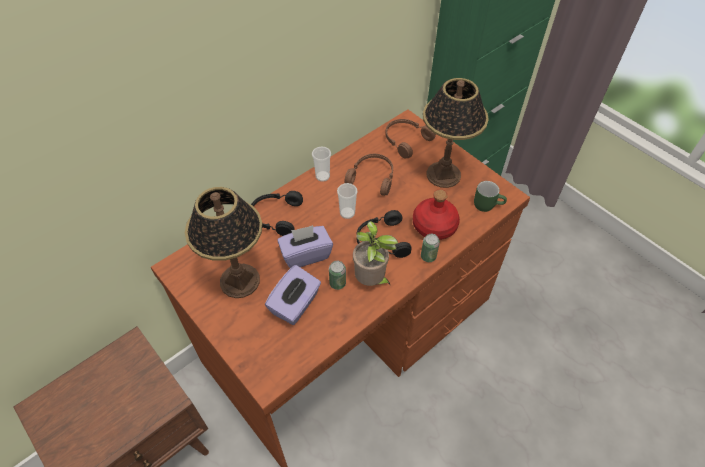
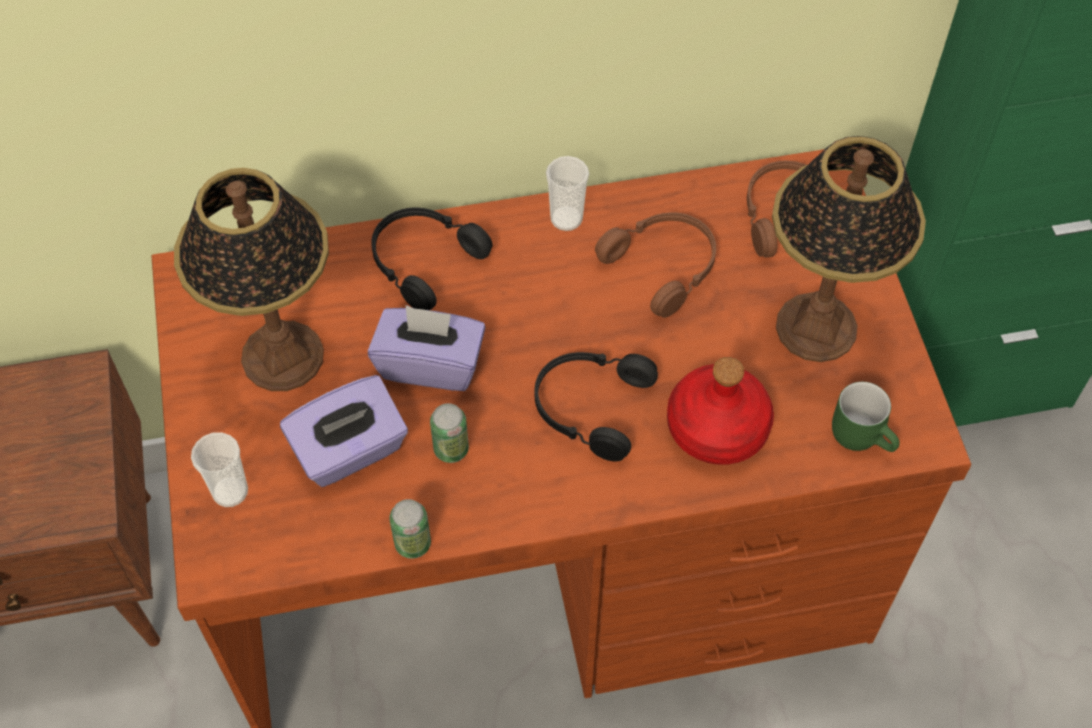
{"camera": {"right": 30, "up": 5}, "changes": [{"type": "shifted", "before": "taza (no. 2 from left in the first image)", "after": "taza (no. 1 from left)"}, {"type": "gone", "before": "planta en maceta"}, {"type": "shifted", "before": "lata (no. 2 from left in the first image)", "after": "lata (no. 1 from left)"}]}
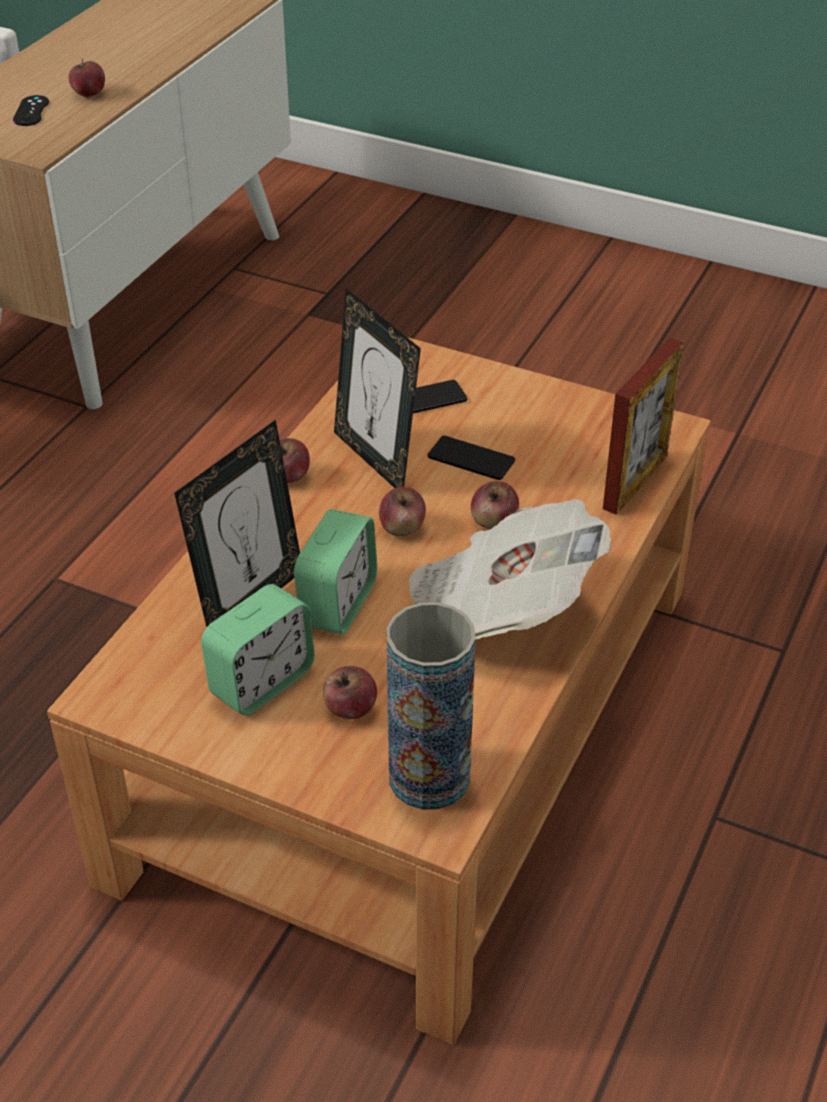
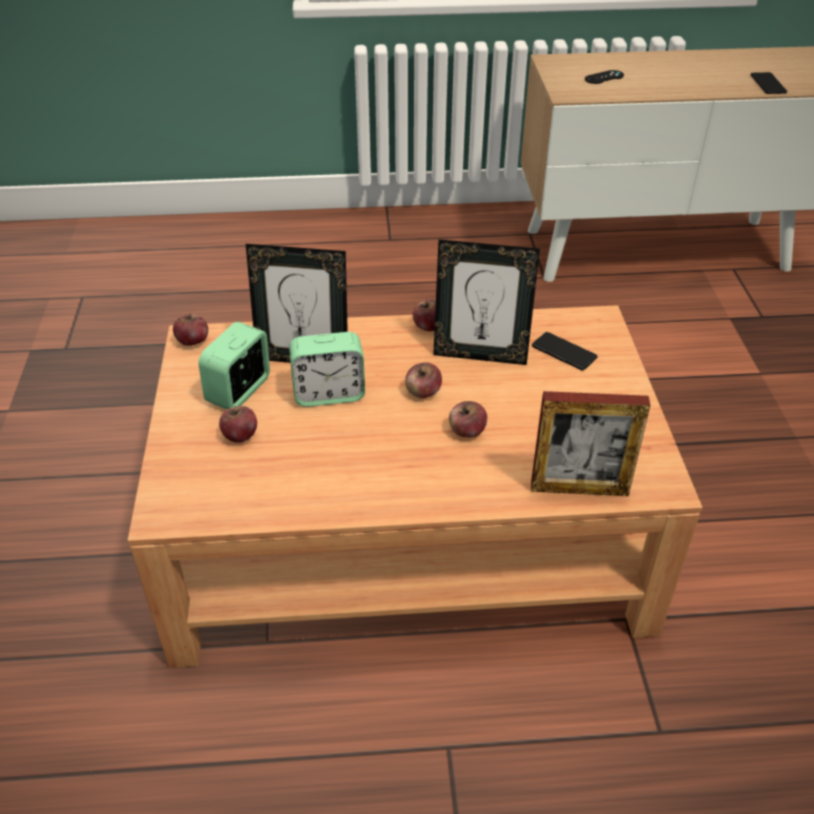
{"camera": {"right": 60, "up": 0}, "changes": [{"type": "shifted", "before": "manzana (no. 1 from left)"}, {"type": "rotated", "before": "despertador (no. 1 from left)", "turn": 105}, {"type": "rotated", "before": "portarretratos (no. 2 from left)", "turn": -105}, {"type": "gone", "before": "florero"}, {"type": "gone", "before": "periódico"}, {"type": "shifted", "before": "móvil (no. 2 from left)"}]}
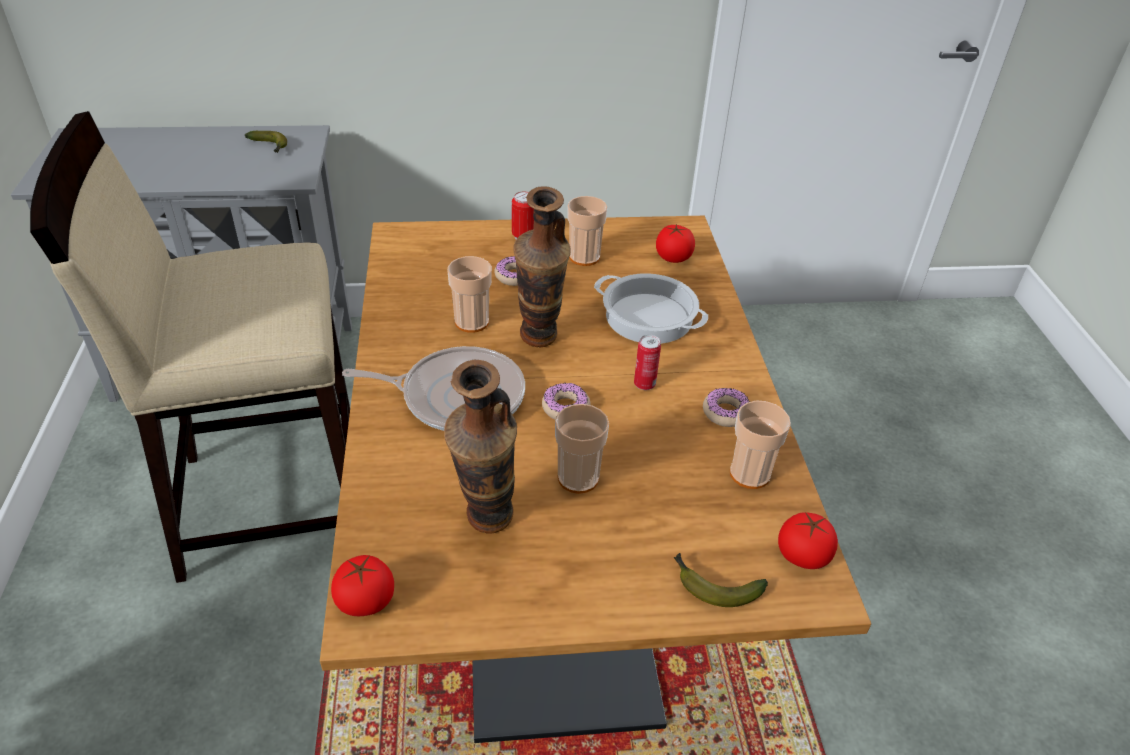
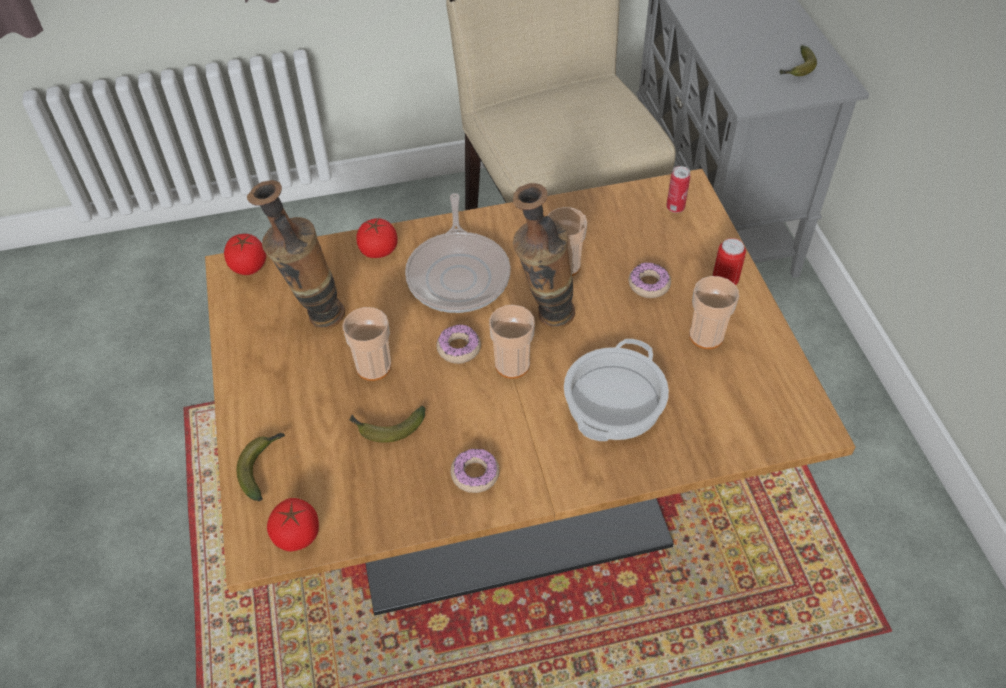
{"camera": {"right": 85, "up": 10}, "changes": [{"type": "shifted", "before": "lata (no. 2 from left in the first image)", "after": "lata (no. 1 from left)"}, {"type": "shifted", "before": "tomate (no. 2 from left in the first image)", "after": "tomate (no. 3 from left)"}, {"type": "shifted", "before": "taza (no. 4 from left in the first image)", "after": "taza (no. 2 from left)"}, {"type": "new", "after": "plátano (no. 2 from left)"}]}
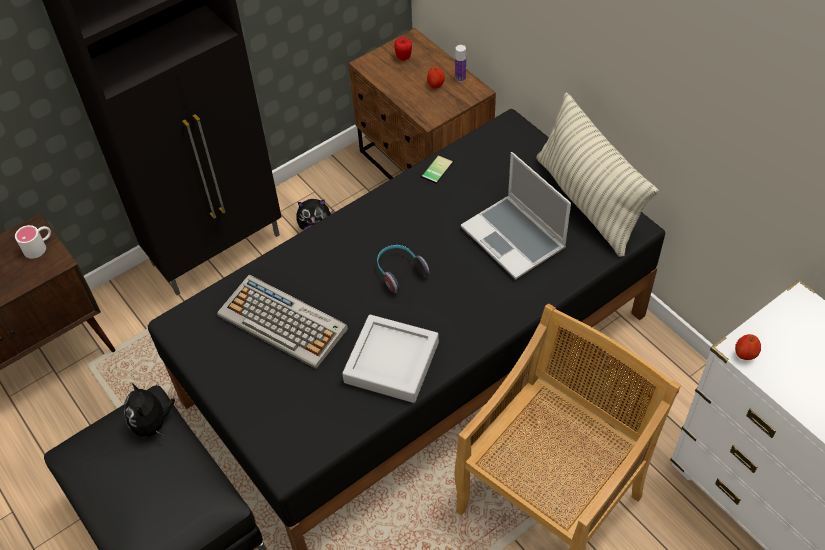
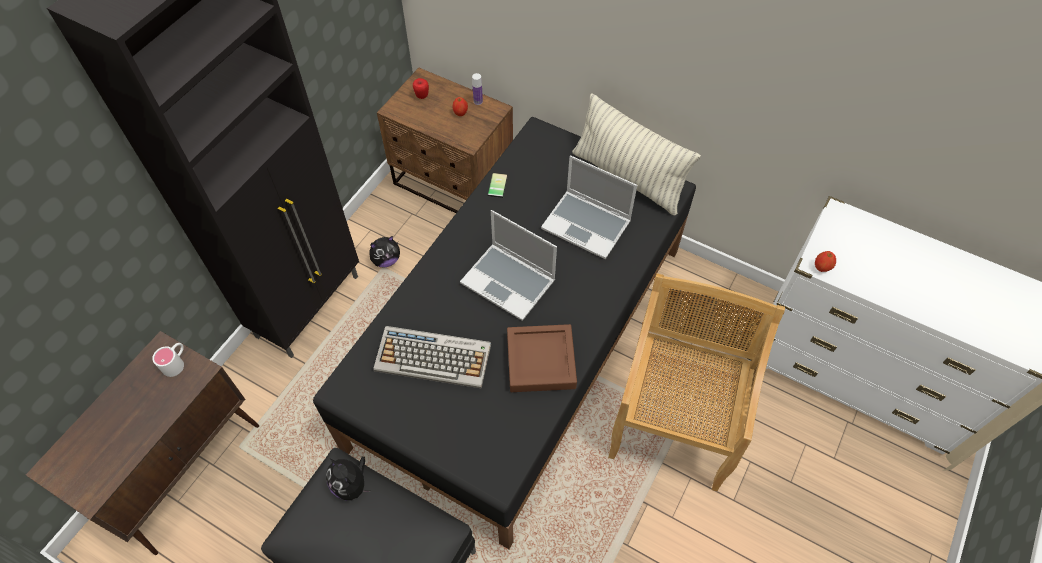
{"camera": {"right": -25, "up": 5}, "changes": [{"type": "repainted", "before": "bandeja/gris", "after": "bandeja/marrón"}, {"type": "swapped", "before": "auriculares", "after": "portátil (no. 1 from left)"}]}
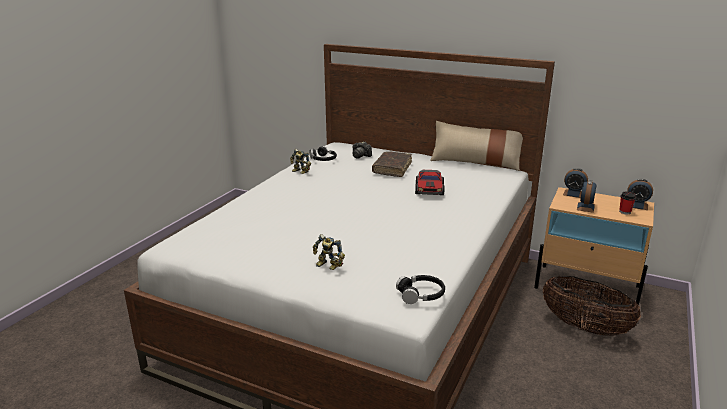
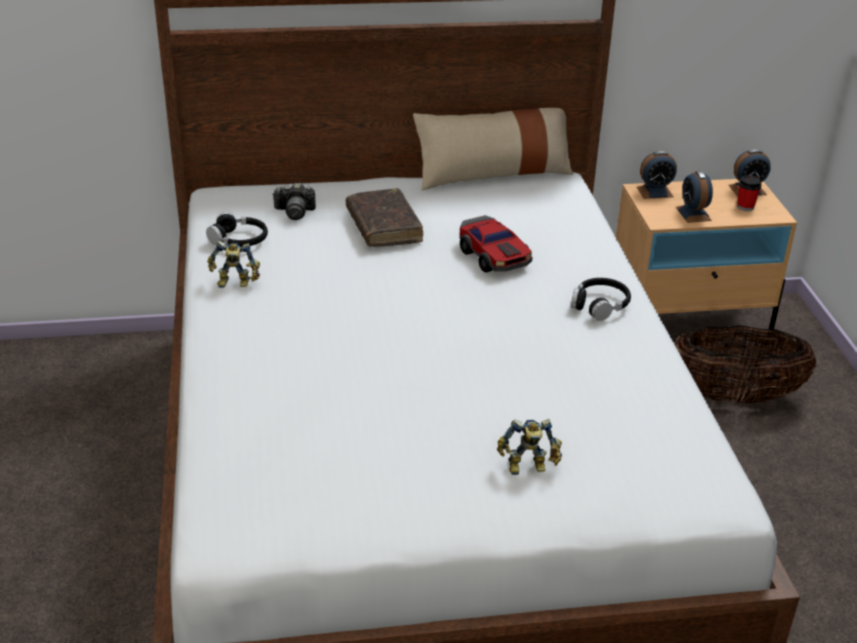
{"camera": {"right": -35, "up": 10}, "changes": [{"type": "shifted", "before": "auriculares/negro (no. 2 from left)"}]}
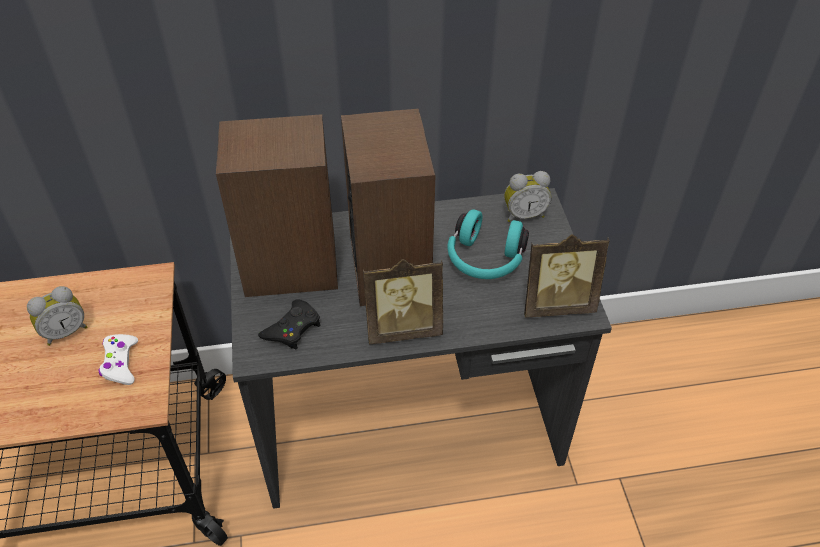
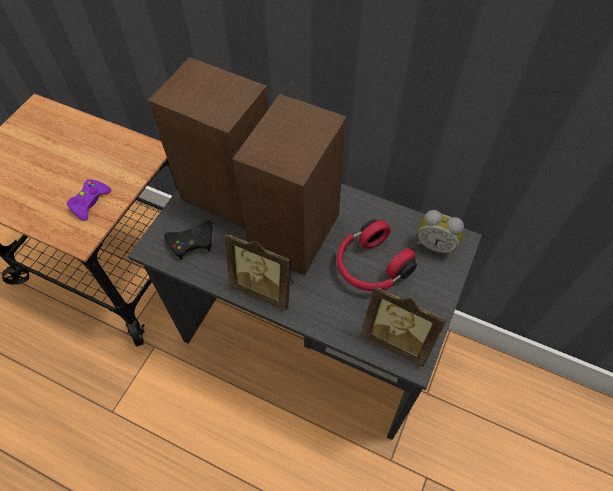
{"camera": {"right": 35, "up": 10}, "changes": [{"type": "gone", "before": "despertador (no. 1 from left)"}, {"type": "repainted", "before": "mando de consola/blanco", "after": "mando de consola/morado"}, {"type": "repainted", "before": "auriculares/turquesa", "after": "auriculares/rojo"}]}
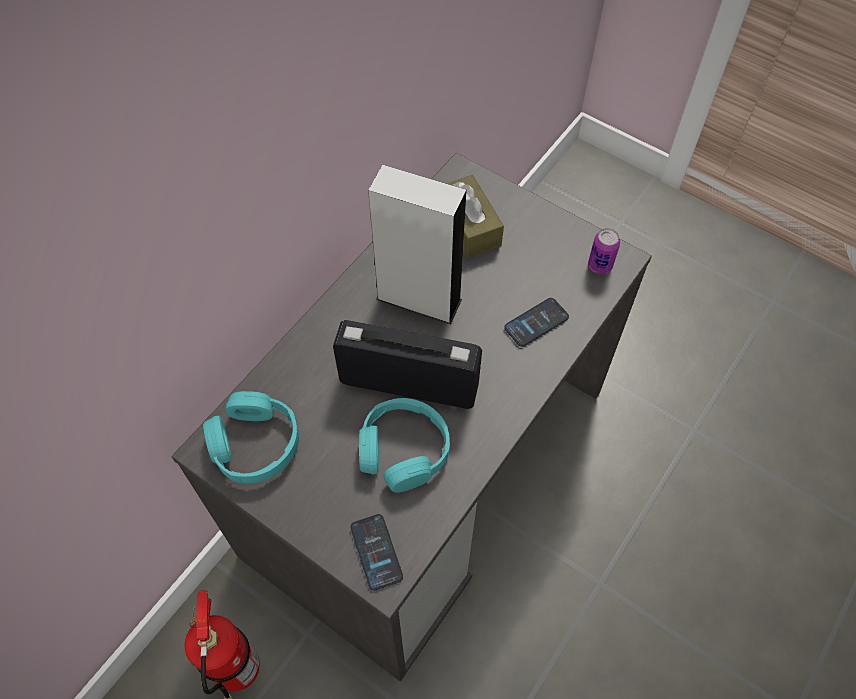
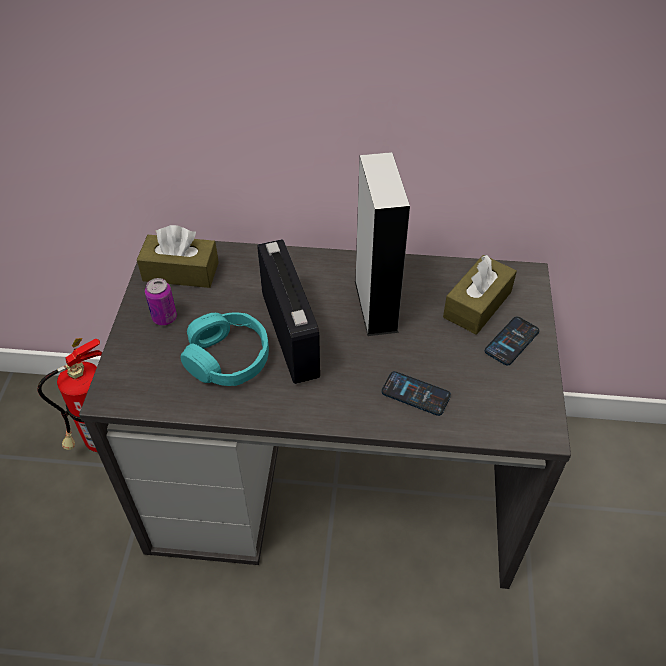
{"camera": {"right": 60, "up": -10}, "changes": [{"type": "swapped", "before": "auriculares/turquesa (no. 1 from left)", "after": "caja de pañuelos/marrón (no. 1 from left)"}, {"type": "shifted", "before": "móvil (no. 1 from left in the first image)", "after": "móvil (no. 2 from left)"}, {"type": "shifted", "before": "lata"}]}
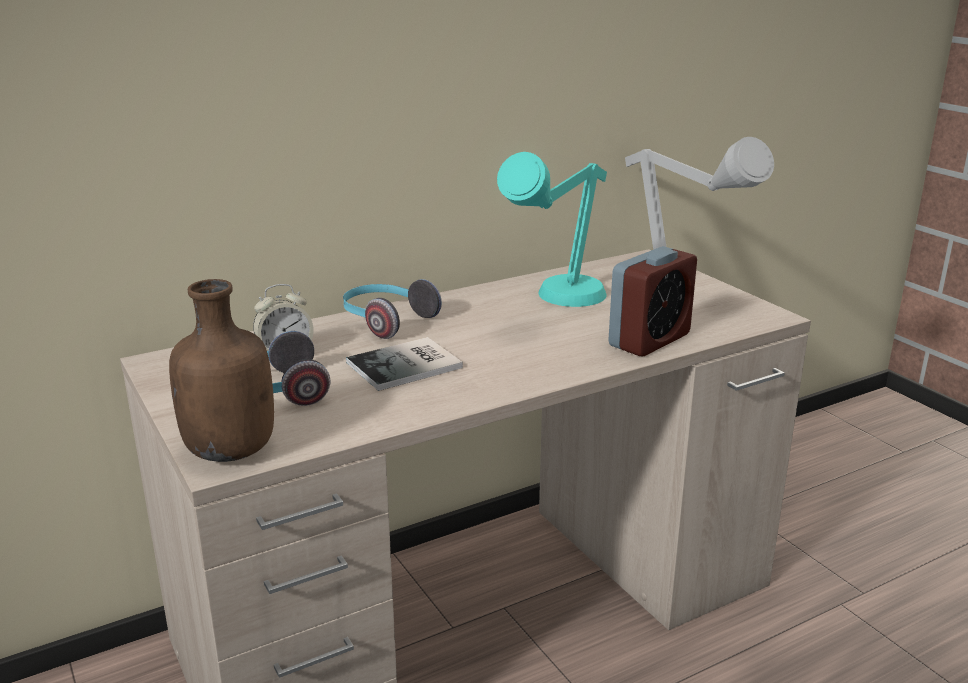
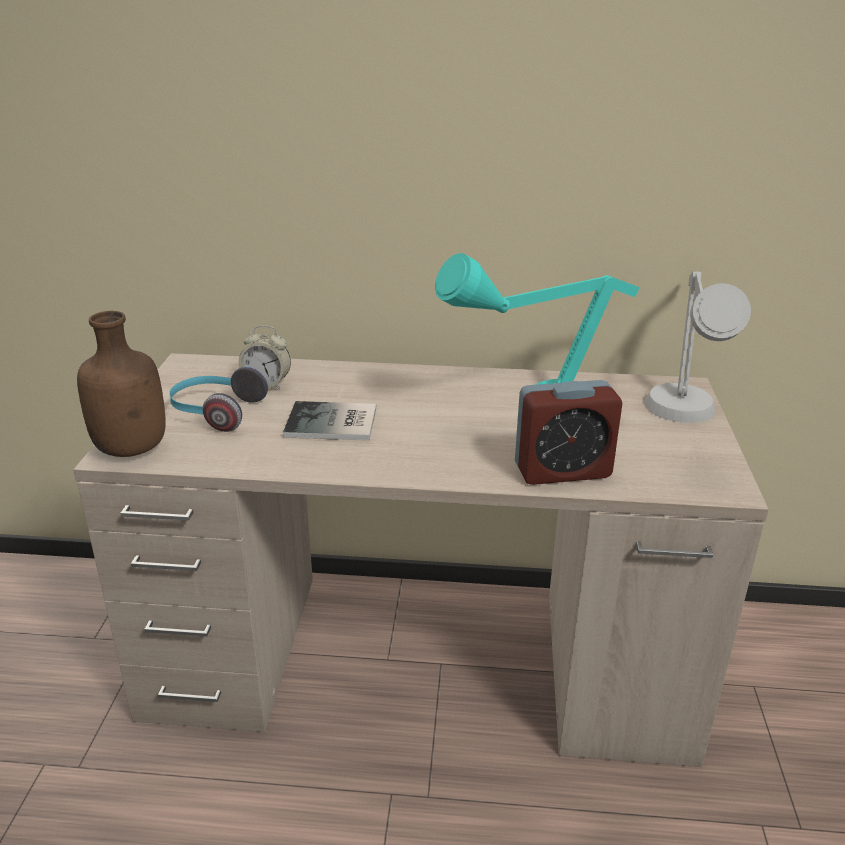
{"camera": {"right": 35, "up": 5}, "changes": [{"type": "gone", "before": "auriculares (no. 2 from left)"}]}
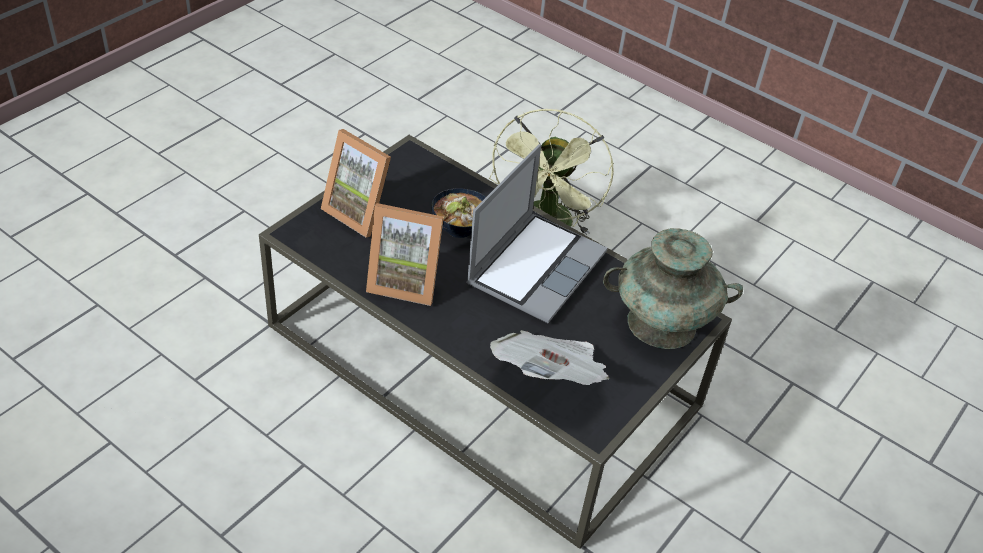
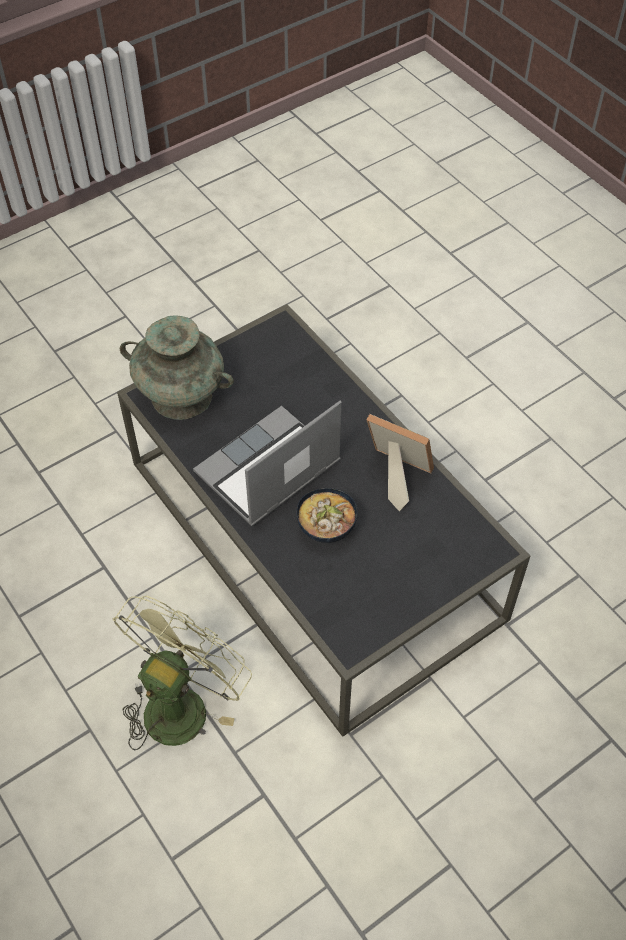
{"camera": {"right": -160, "up": 10}, "changes": [{"type": "gone", "before": "portarretratos (no. 1 from left)"}, {"type": "gone", "before": "periódico"}]}
